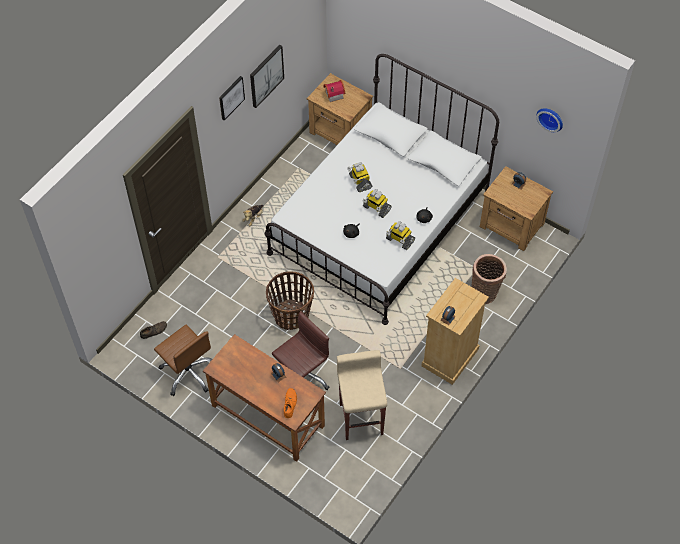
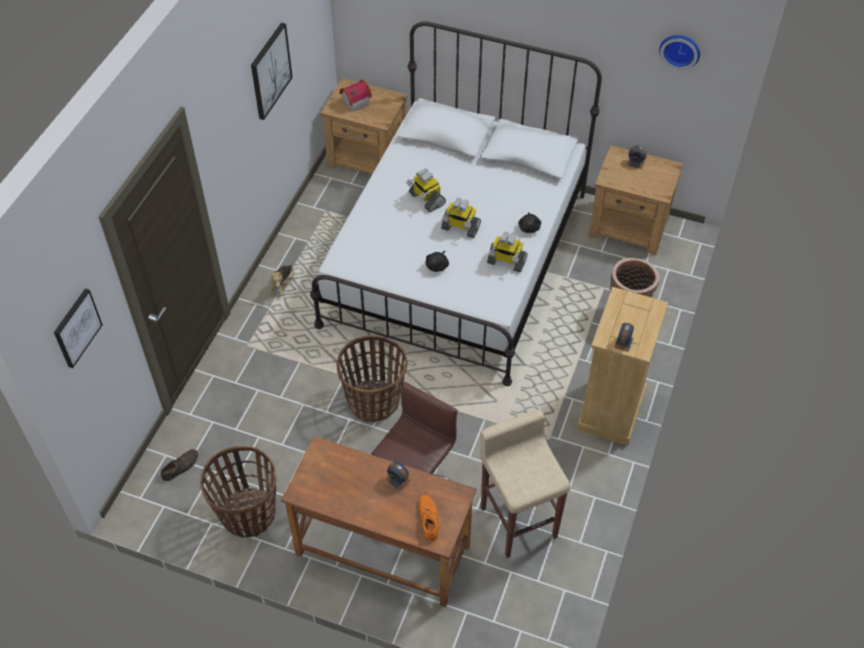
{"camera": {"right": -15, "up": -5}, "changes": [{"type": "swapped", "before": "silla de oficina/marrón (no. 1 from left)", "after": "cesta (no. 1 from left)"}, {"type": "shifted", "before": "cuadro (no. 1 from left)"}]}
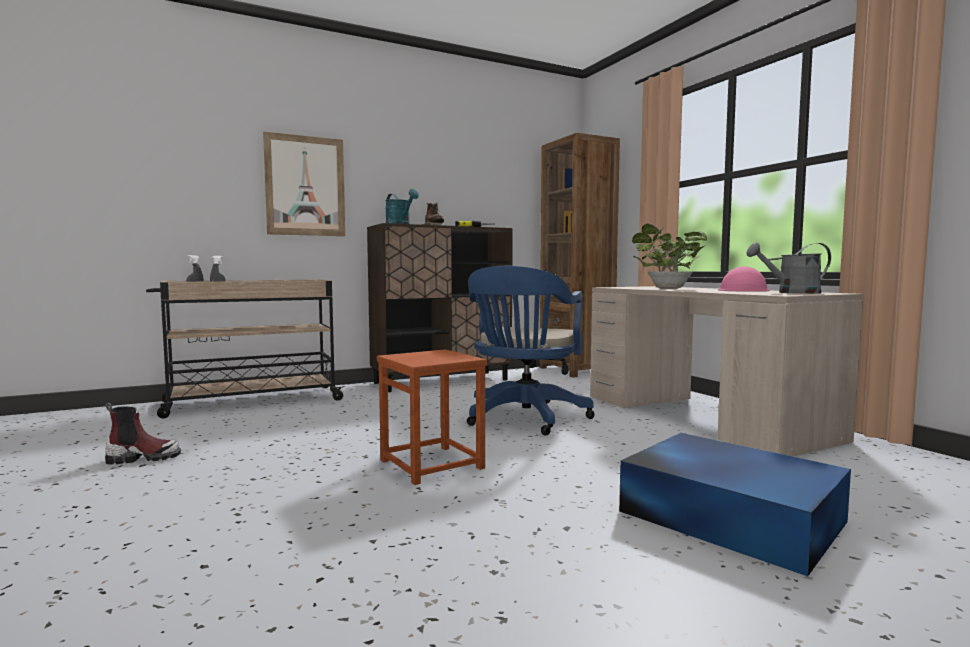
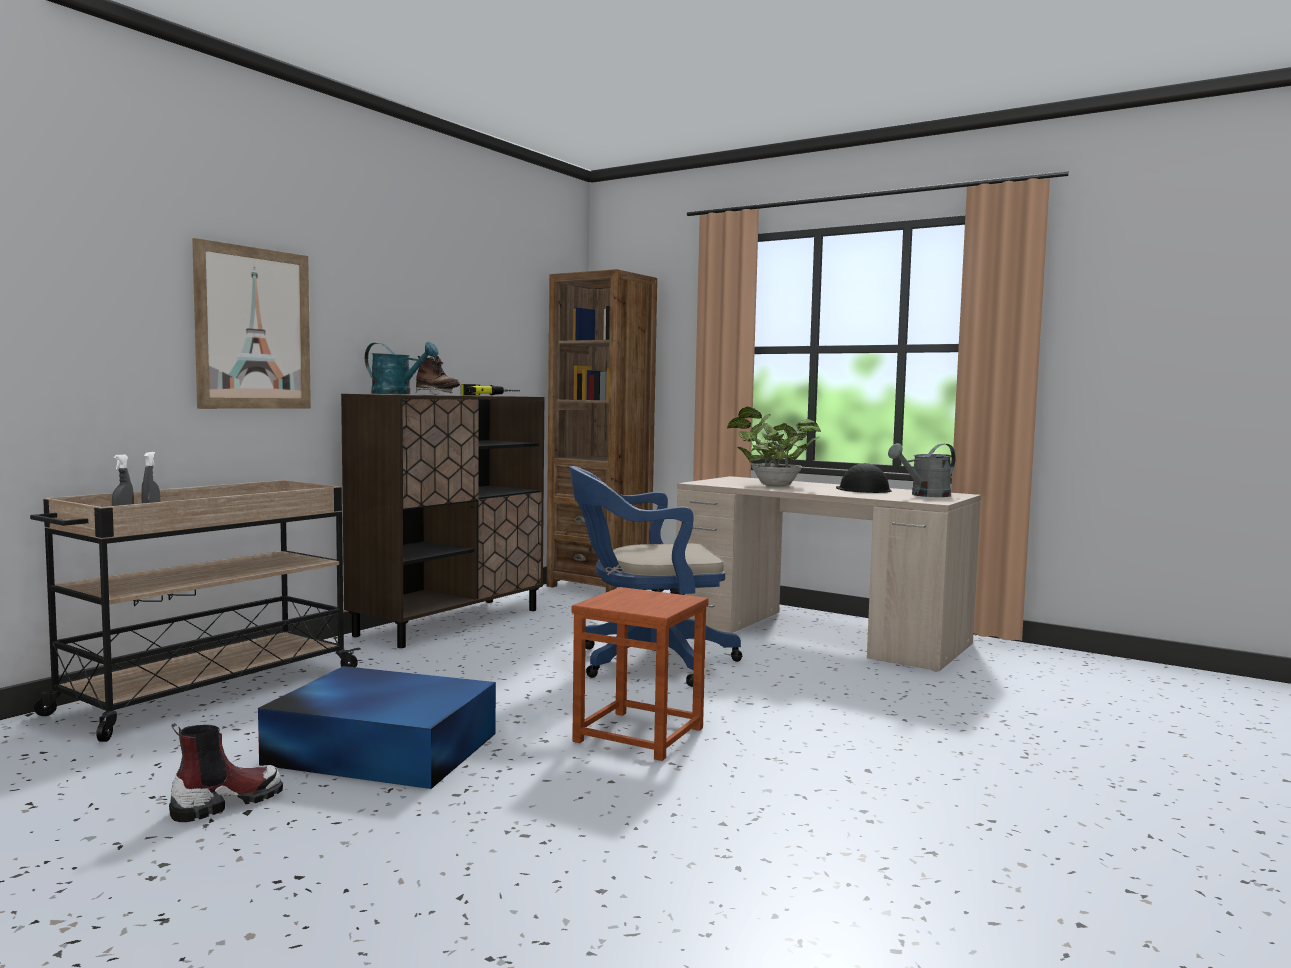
{"camera": {"right": -30, "up": 0}, "changes": [{"type": "rotated", "before": "silla de oficina/azul", "turn": 90}, {"type": "shifted", "before": "caja de almacenaje/azul"}, {"type": "repainted", "before": "casco/rosa", "after": "casco/negro"}]}
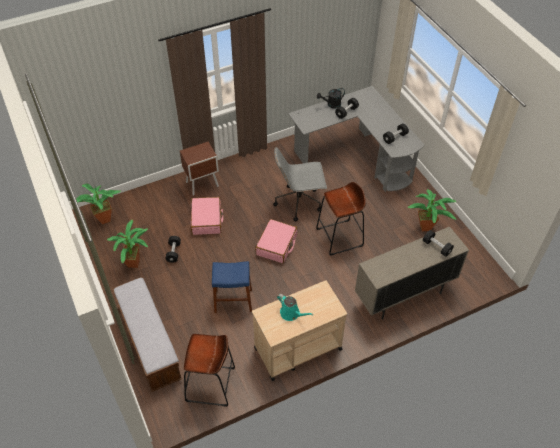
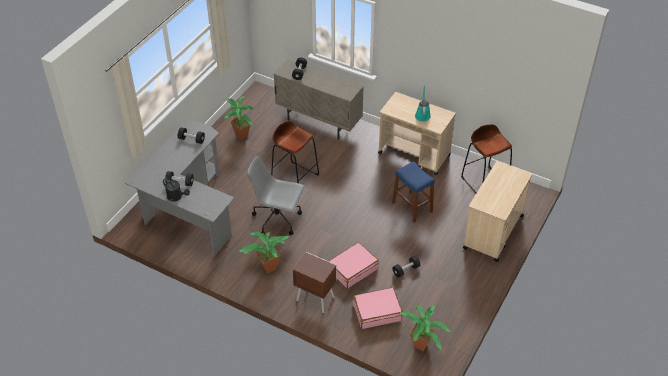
{"camera": {"right": -125, "up": -5}, "changes": [{"type": "shifted", "before": "planta en maceta (no. 2 from left)"}, {"type": "swapped", "before": "banco", "after": "carrito/beis (no. 2 from left)"}, {"type": "shifted", "before": "maleta/rosa (no. 2 from left)"}, {"type": "rotated", "before": "silla de oficina/gris", "turn": 150}]}
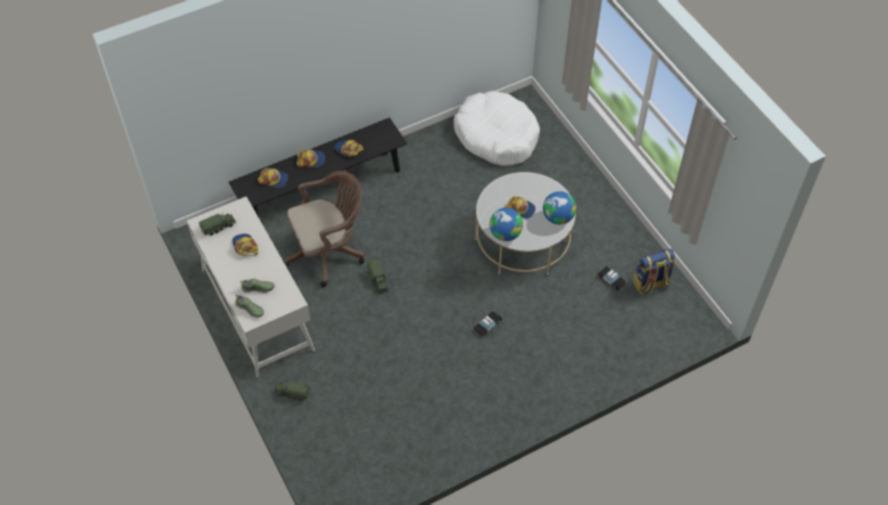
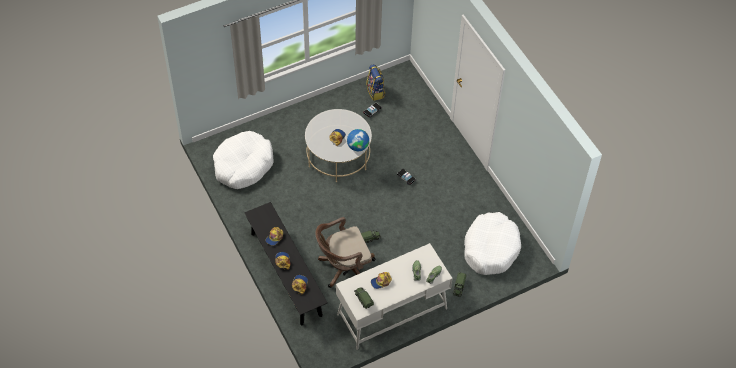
{"camera": {"right": -90, "up": 0}, "changes": [{"type": "rotated", "before": "silla de oficina/marrón", "turn": -90}, {"type": "gone", "before": "globo terráqueo (no. 2 from left)"}, {"type": "new", "after": "cama para perro/blanco (no. 2 from left)"}]}
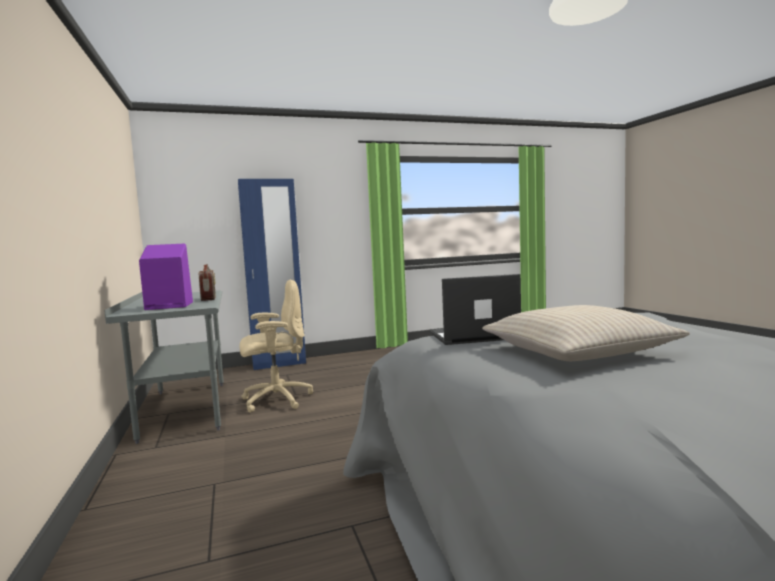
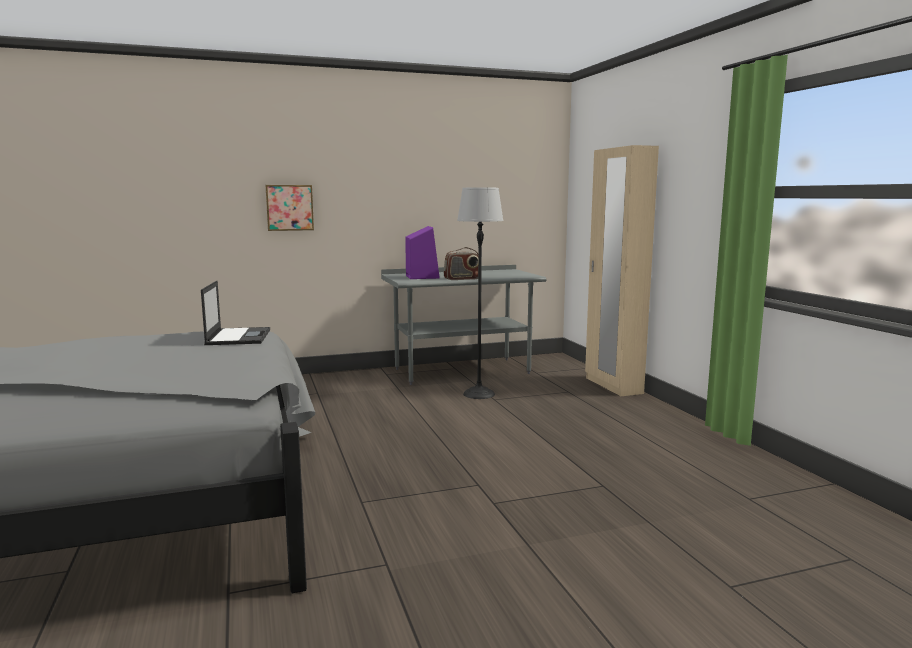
{"camera": {"right": 90, "up": 5}, "changes": [{"type": "repainted", "before": "armario ropero/azul", "after": "armario ropero/beis"}, {"type": "swapped", "before": "silla de oficina/beis", "after": "lámpara de pie"}, {"type": "gone", "before": "cojín/beis"}, {"type": "new", "after": "cuadro"}]}
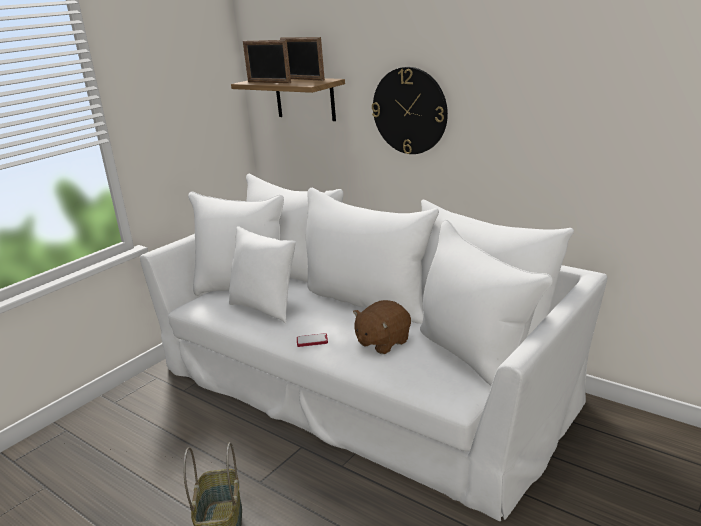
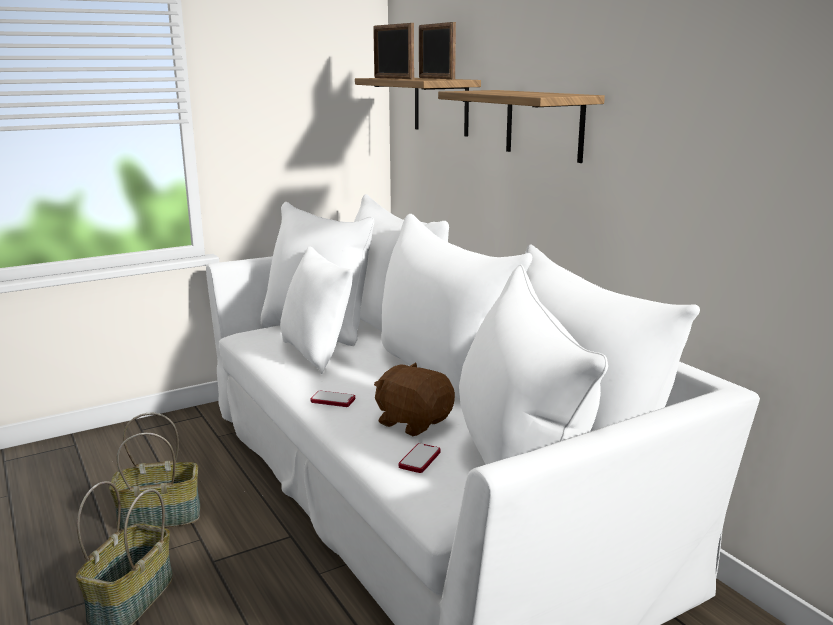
{"camera": {"right": 20, "up": -5}, "changes": [{"type": "rotated", "before": "peluche/marrón", "turn": 60}, {"type": "swapped", "before": "reloj de pared", "after": "estante (no. 2 from left)"}, {"type": "new", "after": "cesta (no. 2 from left)"}, {"type": "new", "after": "móvil (no. 2 from left)"}]}
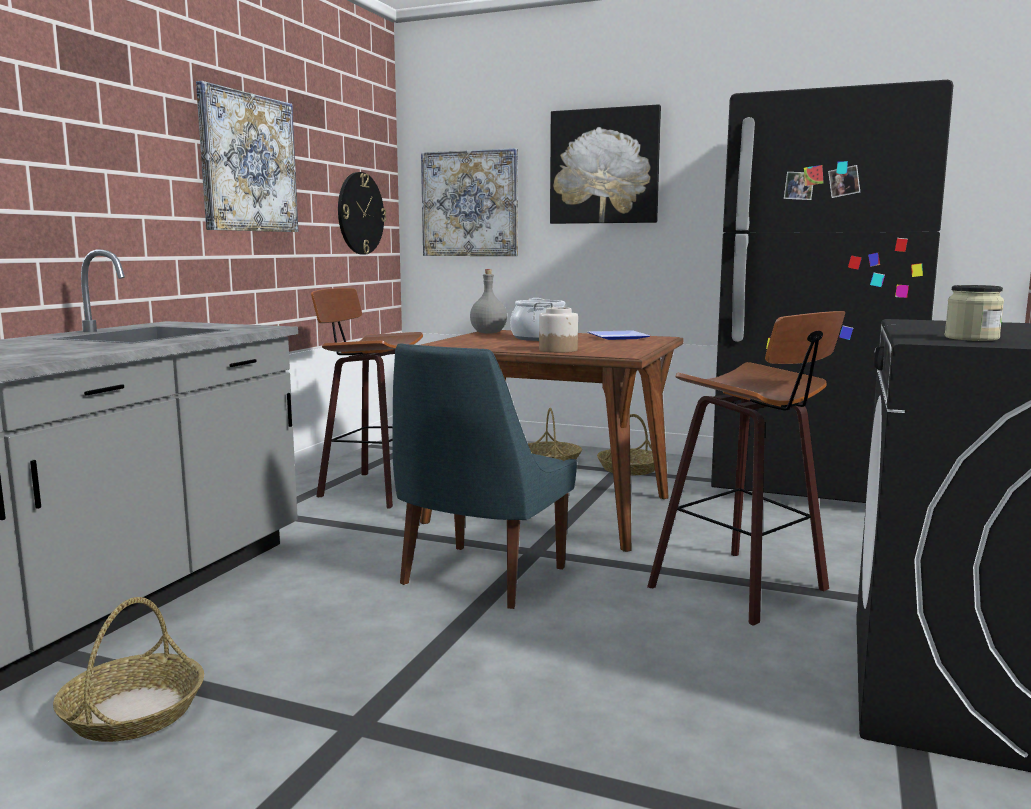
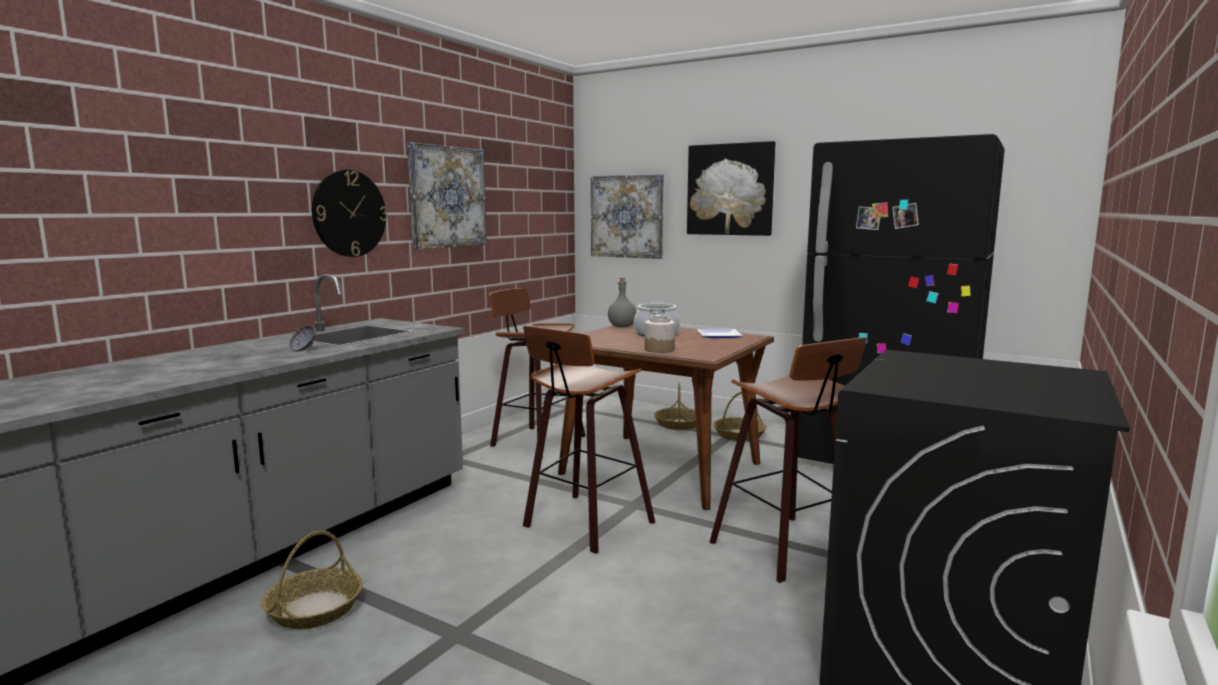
{"camera": {"right": 10, "up": 0}, "changes": [{"type": "shifted", "before": "reloj de pared"}, {"type": "swapped", "before": "silla/azul", "after": "taburete (no. 2 from left)"}, {"type": "gone", "before": "tarro (no. 2 from left)"}, {"type": "new", "after": "cuenco"}]}
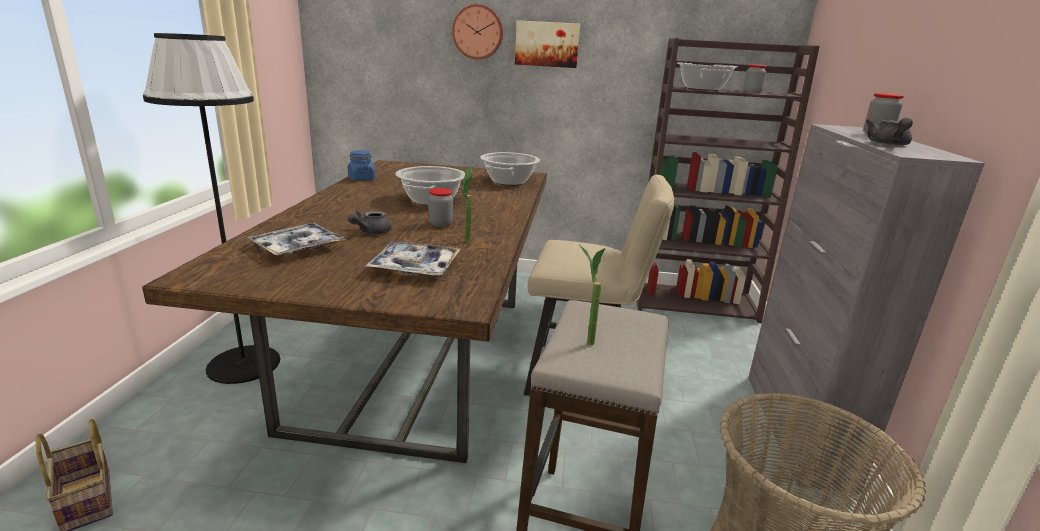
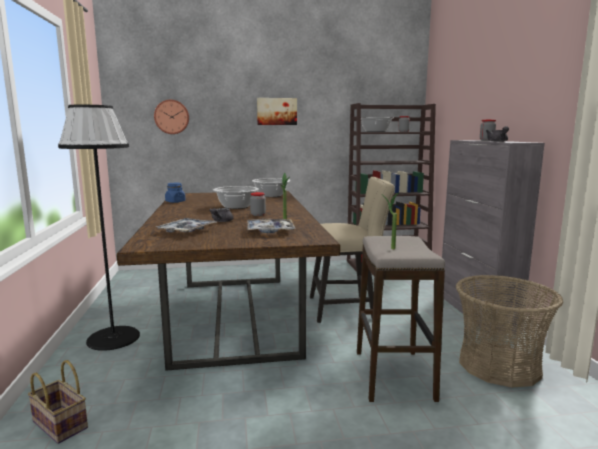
{"camera": {"right": -15, "up": -10}, "changes": [{"type": "shifted", "before": "reloj de pared"}]}
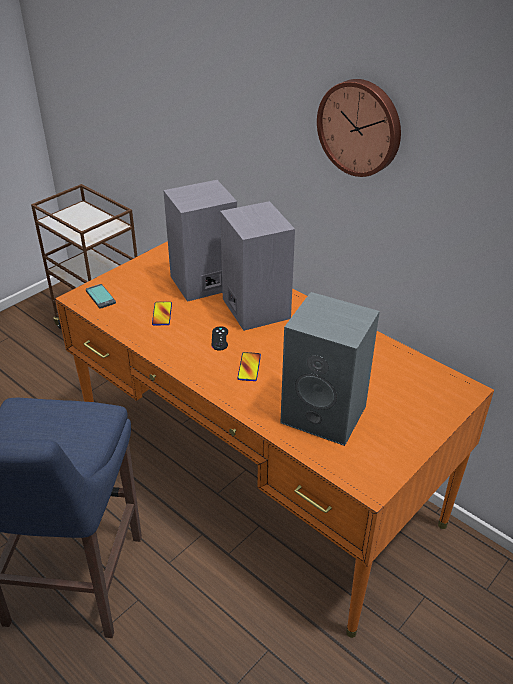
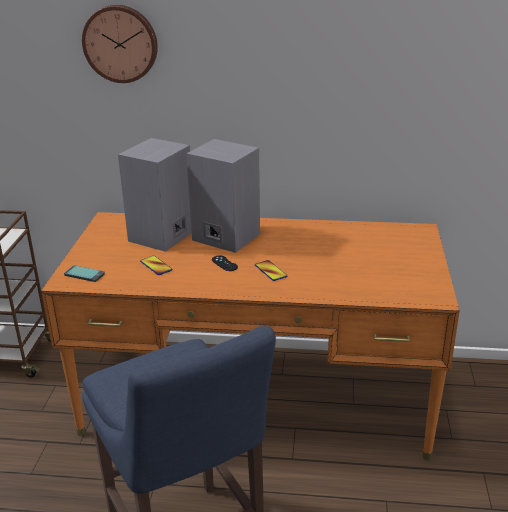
{"camera": {"right": -35, "up": -10}, "changes": [{"type": "gone", "before": "altavoz/gris (no. 3 from left)"}, {"type": "shifted", "before": "reloj de pared"}]}
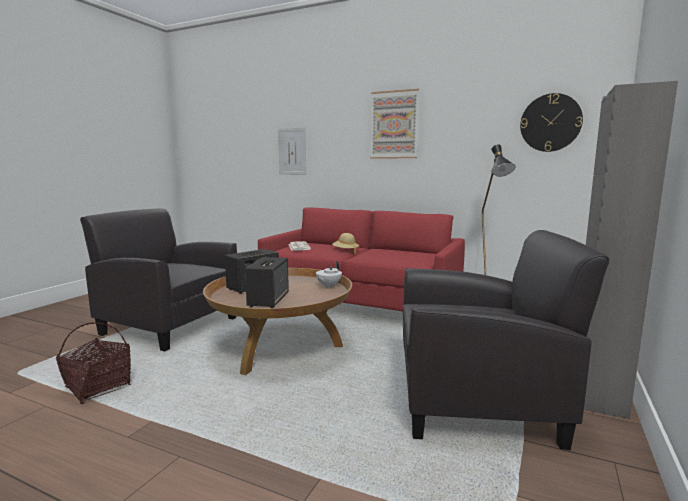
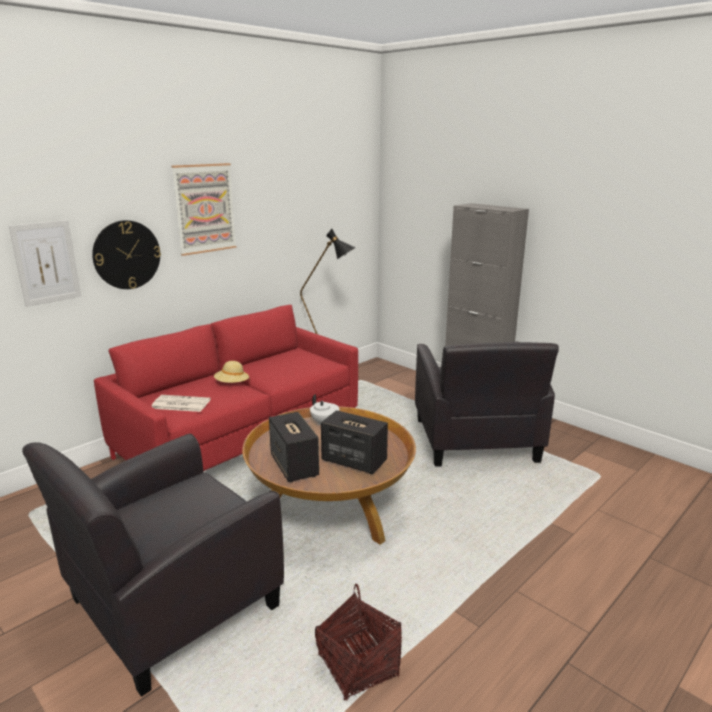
{"camera": {"right": -70, "up": 10}, "changes": [{"type": "rotated", "before": "sillón/negro (no. 2 from left)", "turn": 150}, {"type": "shifted", "before": "reloj de pared"}]}
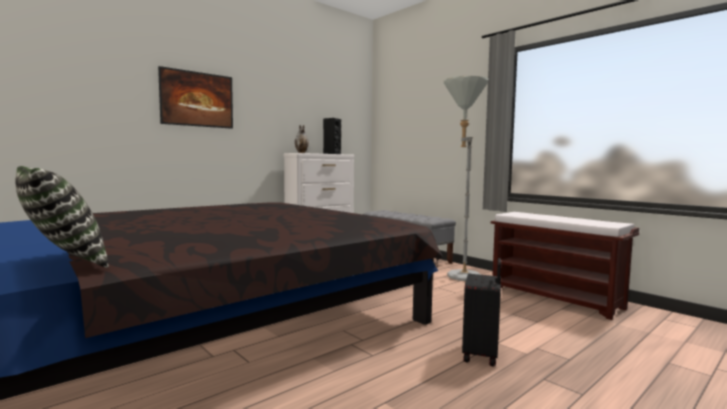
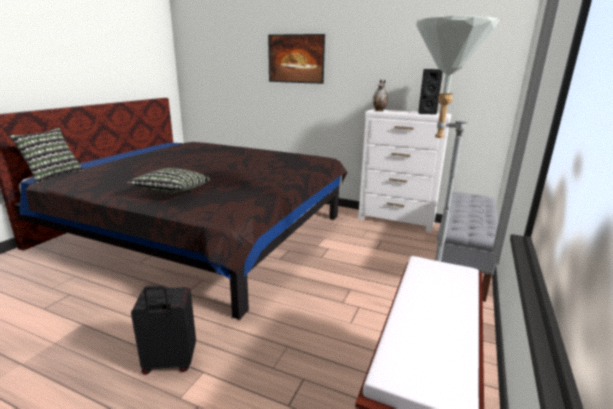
{"camera": {"right": 65, "up": 15}, "changes": [{"type": "new", "after": "cojín (no. 2 from left)"}]}
